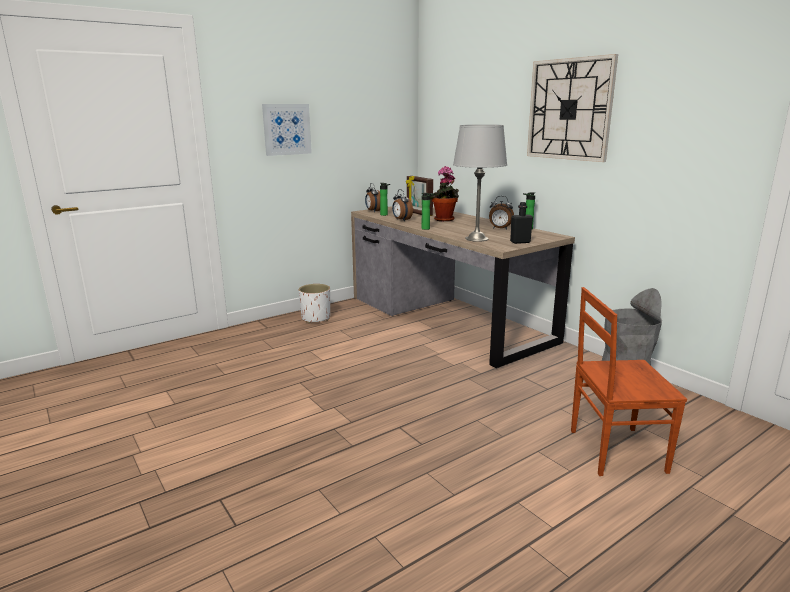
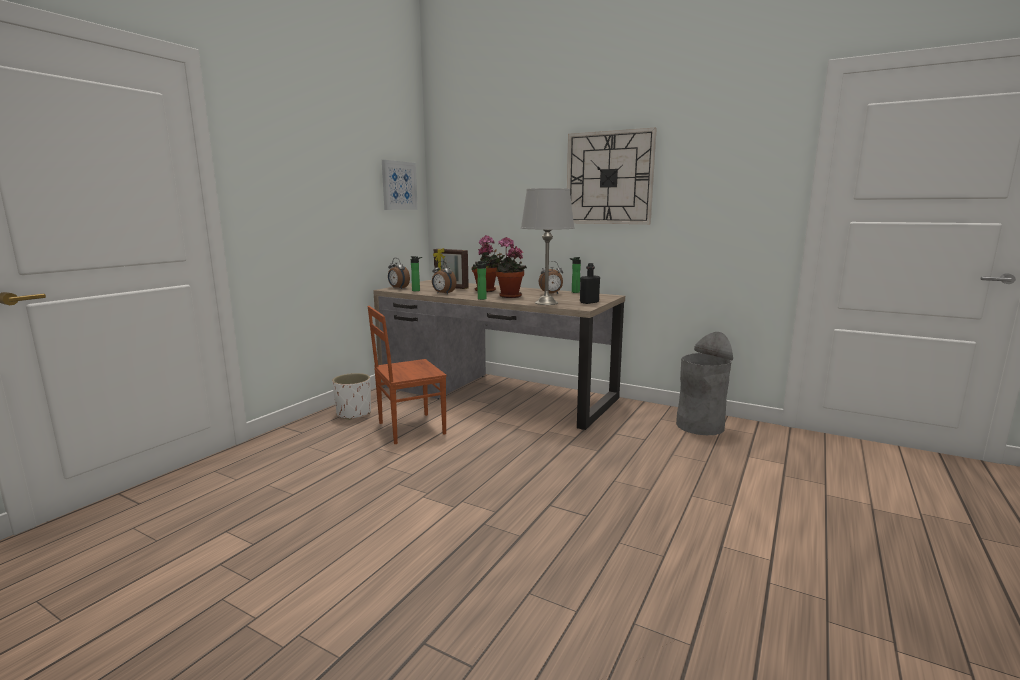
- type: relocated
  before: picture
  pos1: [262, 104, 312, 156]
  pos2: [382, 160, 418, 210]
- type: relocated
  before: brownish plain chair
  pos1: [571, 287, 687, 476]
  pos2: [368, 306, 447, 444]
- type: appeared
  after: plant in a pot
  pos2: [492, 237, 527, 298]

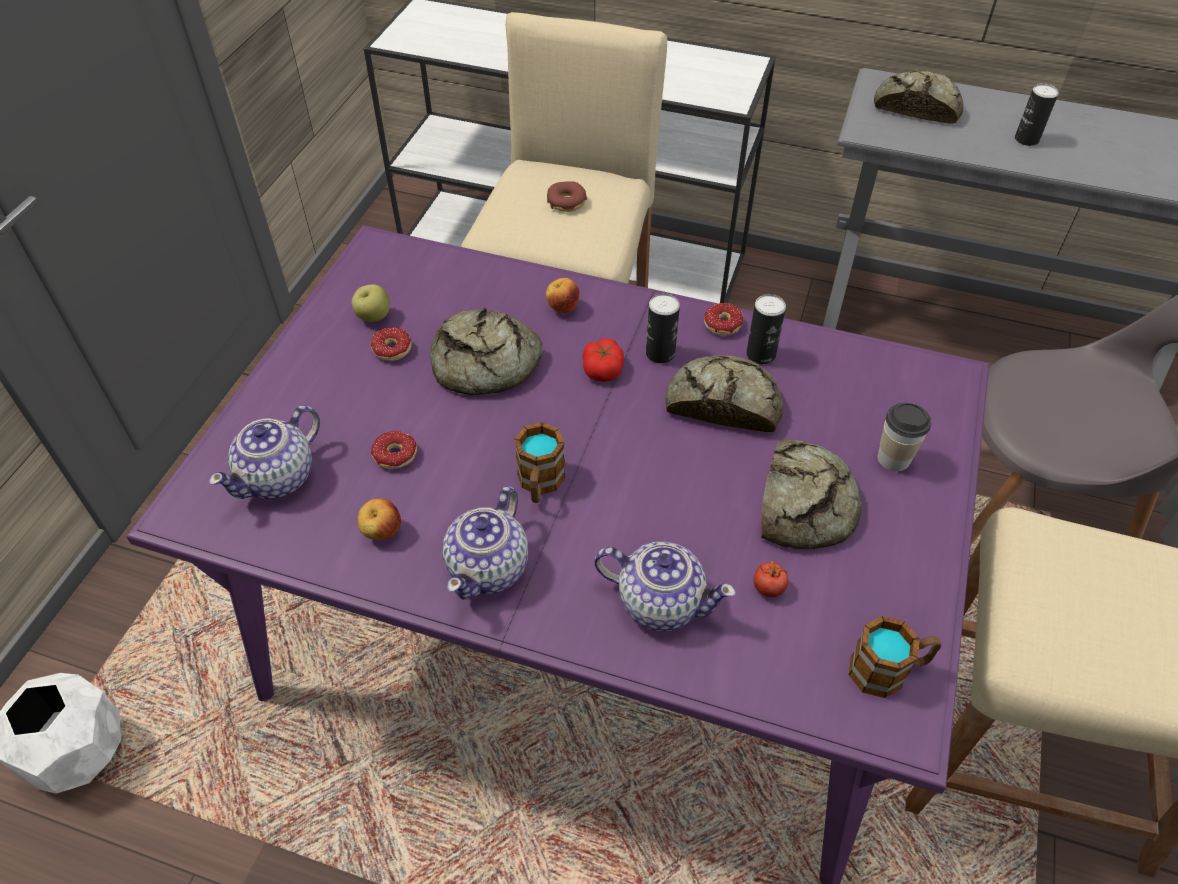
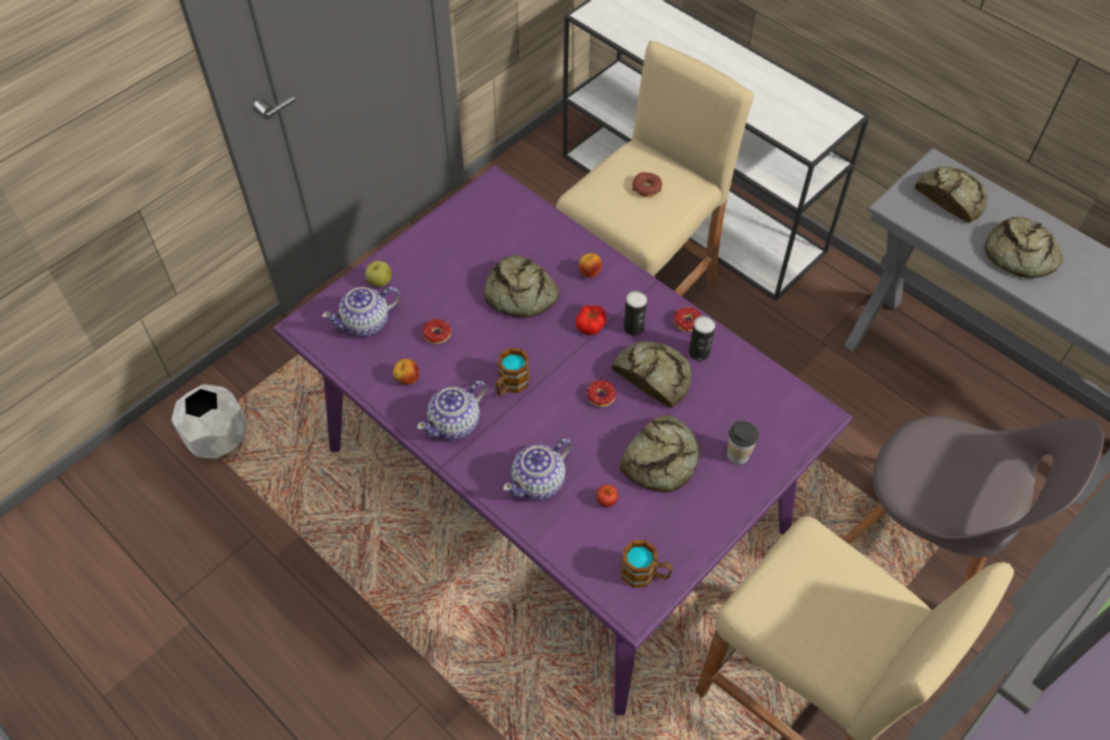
- type: exchanged
  before: can
  after: bread
  pos1: [1015, 84, 1059, 146]
  pos2: [985, 217, 1063, 278]
- type: relocated
  before: apple fruit
  pos1: [352, 284, 390, 322]
  pos2: [365, 261, 392, 287]
- type: relocated
  before: donut
  pos1: [370, 327, 412, 361]
  pos2: [587, 380, 616, 407]
- type: spun
  before: teapot
  pos1: [594, 542, 736, 631]
  pos2: [503, 438, 572, 500]
  turn: 90

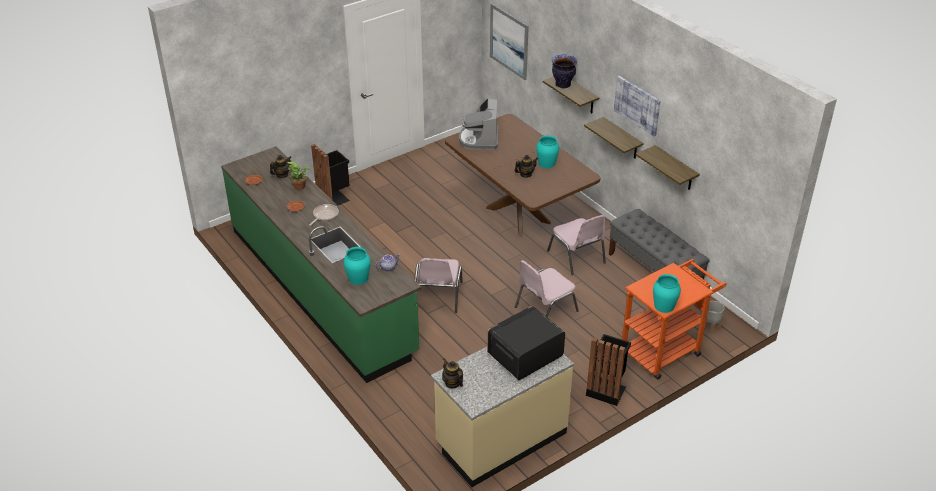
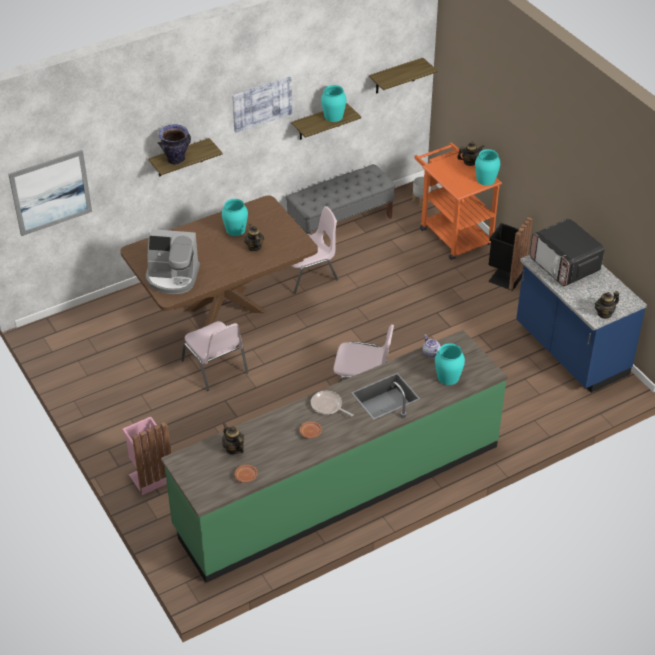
- type: relocated
  before: wall shelf
  pos1: [584, 117, 644, 159]
  pos2: [369, 58, 438, 94]
- type: colour
  before: black trash can
  after: pink-coloured trash can
  pos1: [311, 144, 350, 205]
  pos2: [122, 417, 171, 495]
- type: missing
  before: plant in a pot
  pos1: [287, 162, 310, 190]
- type: relocated
  before: pink-coloured plain chair
  pos1: [515, 260, 579, 318]
  pos2: [181, 321, 248, 391]
- type: colour
  before: sand-coloured kitchen counter
  after: blue-coloured kitchen counter
  pos1: [431, 347, 574, 487]
  pos2: [516, 255, 647, 393]
- type: appeared
  after: turquoise vase
  pos2: [321, 85, 346, 122]
- type: appeared
  after: teapot
  pos2: [457, 142, 484, 166]

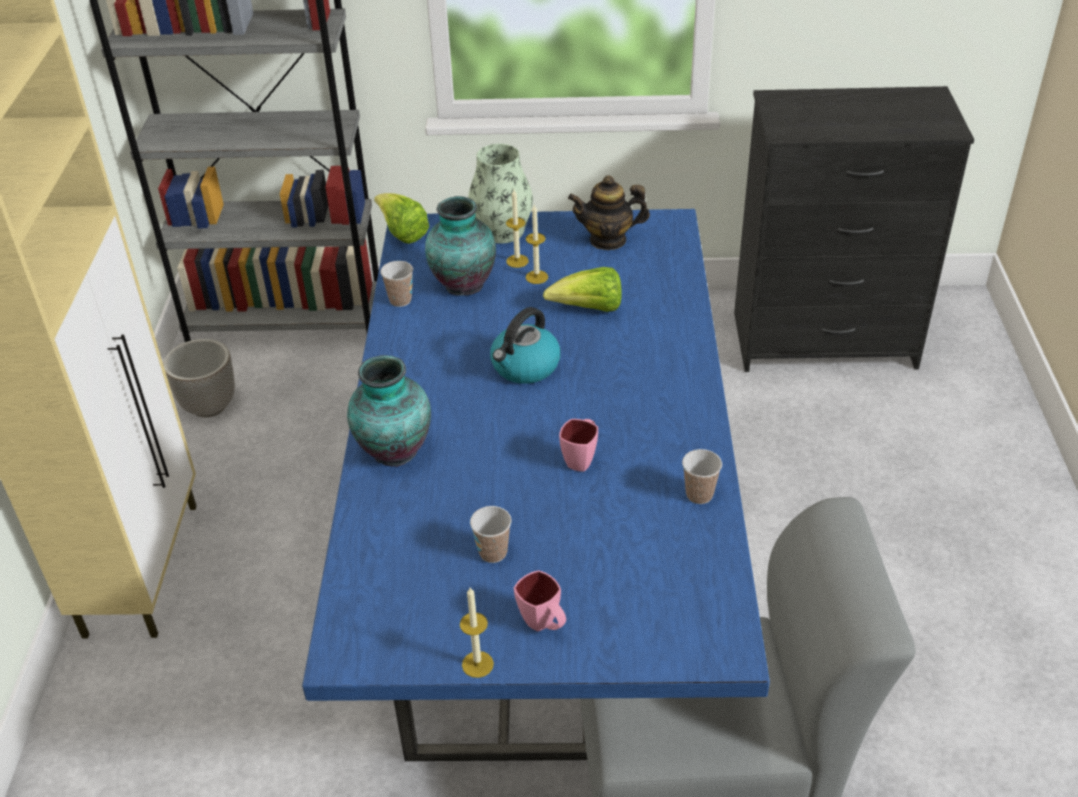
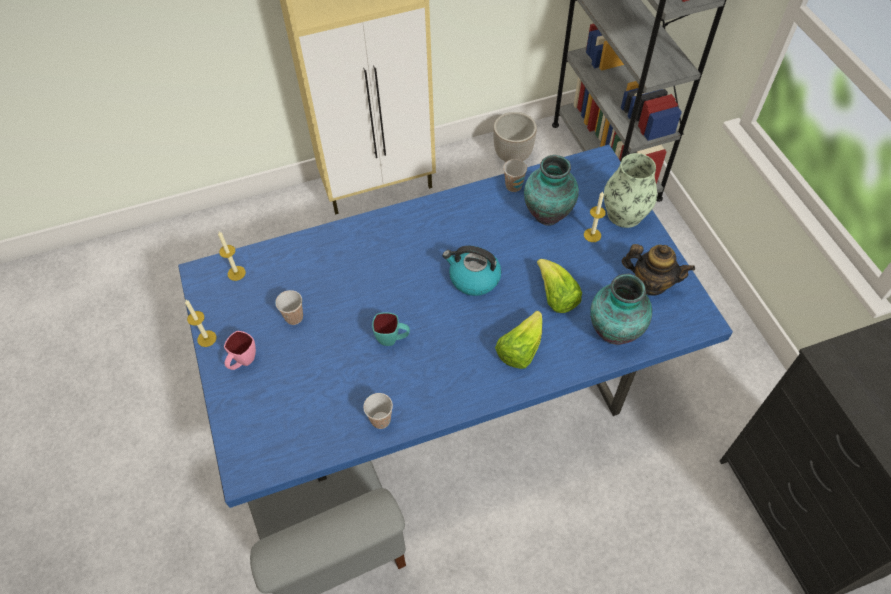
- type: spun
  before: teapot
  pos1: [568, 175, 650, 250]
  pos2: [622, 244, 695, 296]
  turn: 135
- type: relocated
  before: lettuce head
  pos1: [374, 193, 429, 244]
  pos2: [495, 311, 542, 369]
- type: relocated
  before: wax candle
  pos1: [526, 204, 548, 284]
  pos2: [218, 232, 246, 281]
- type: relocated
  before: vase
  pos1: [347, 355, 431, 467]
  pos2: [590, 274, 652, 345]
- type: colour
  before: pink-coloured tea mug
  after: turquoise tea mug
  pos1: [559, 419, 598, 471]
  pos2: [372, 312, 410, 346]

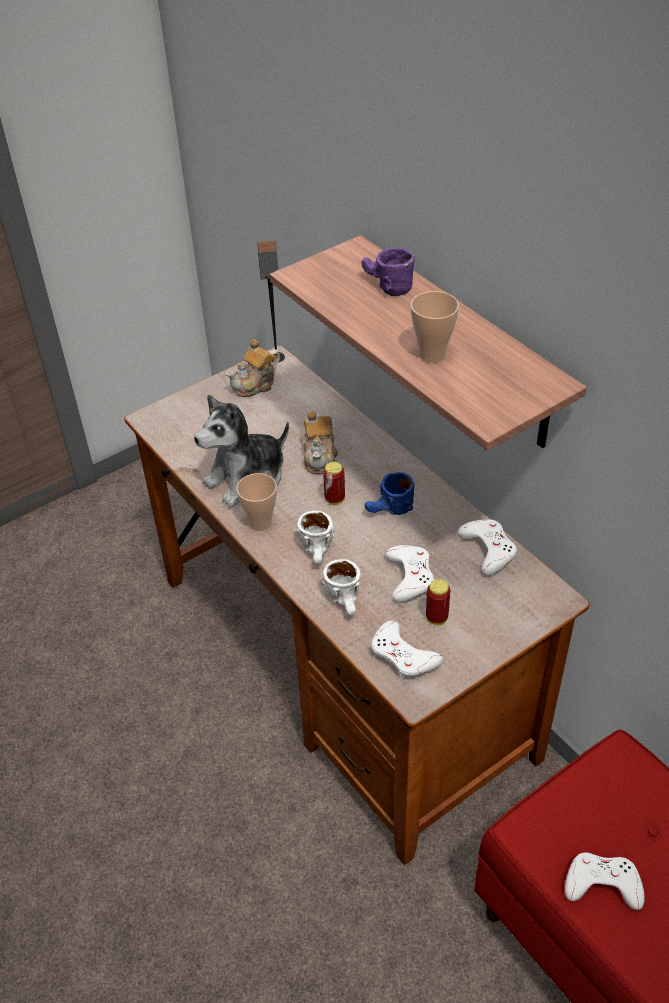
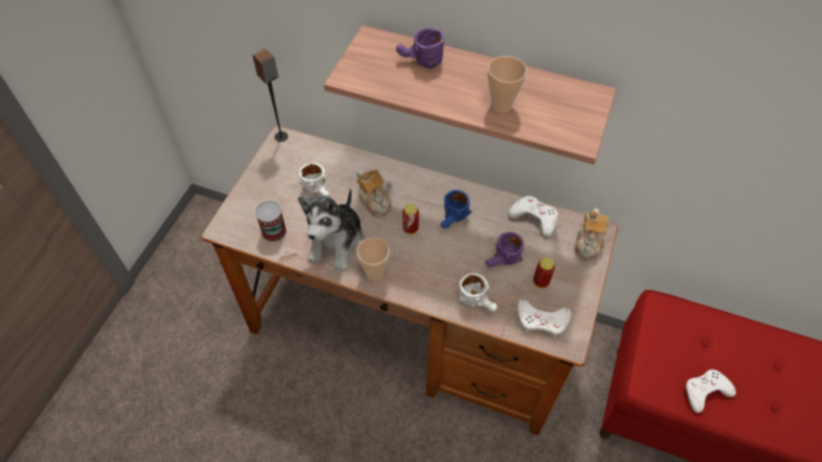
- type: relocated
  before: teapot
  pos1: [226, 339, 280, 397]
  pos2: [575, 208, 609, 261]
- type: relocated
  before: white tea mug
  pos1: [297, 510, 335, 564]
  pos2: [299, 163, 329, 197]
- type: exchanged
  before: white gamepad
  after: purple tea mug
  pos1: [386, 545, 434, 603]
  pos2: [485, 232, 524, 267]
- type: appeared
  after: can
  pos2: [255, 201, 287, 242]

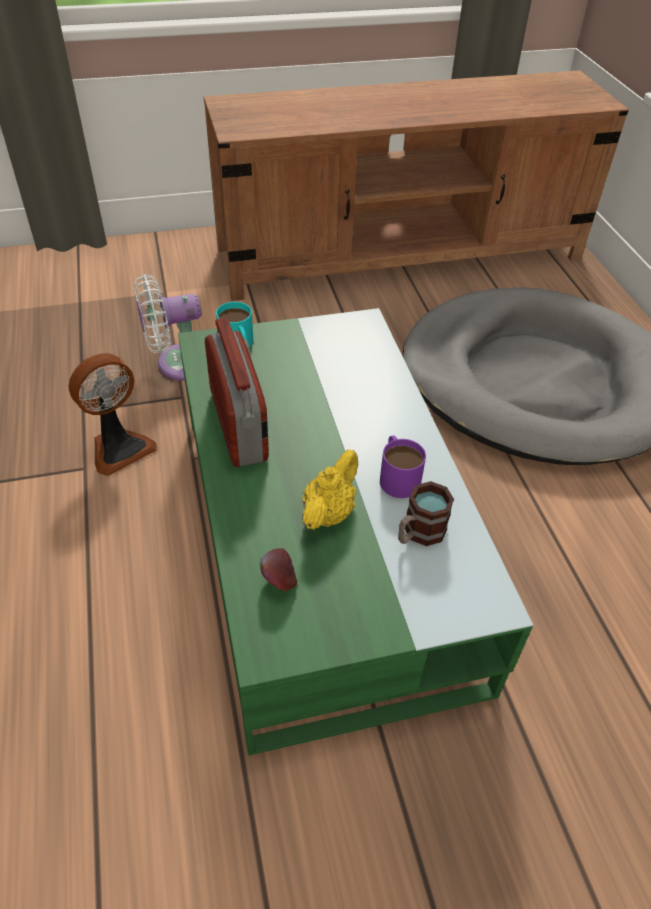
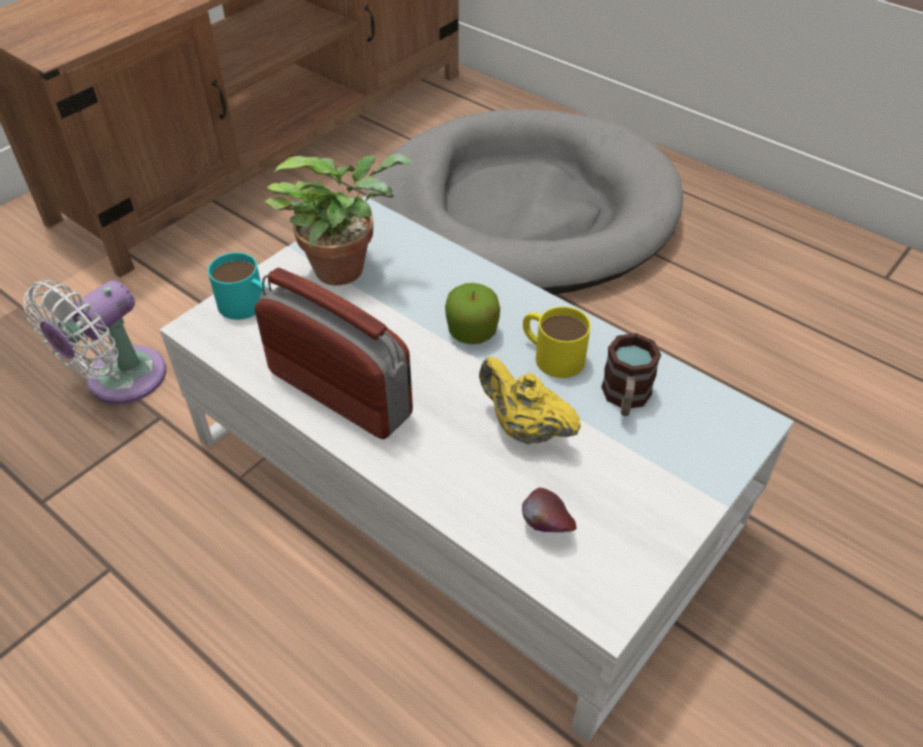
- type: colour
  before: green-coloured coffee table
  after: white coffee table
  pos1: [178, 308, 533, 755]
  pos2: [160, 196, 794, 743]
- type: missing
  before: fan
  pos1: [68, 353, 157, 476]
- type: colour
  before: purple tea mug
  after: yellow-coloured tea mug
  pos1: [380, 436, 426, 498]
  pos2: [523, 307, 591, 378]
- type: spun
  before: yellow-coloured teapot
  pos1: [302, 449, 358, 530]
  pos2: [479, 357, 581, 445]
  turn: -45
- type: appeared
  after: plant in a pot
  pos2: [265, 154, 413, 286]
- type: appeared
  after: apple fruit
  pos2: [445, 283, 500, 344]

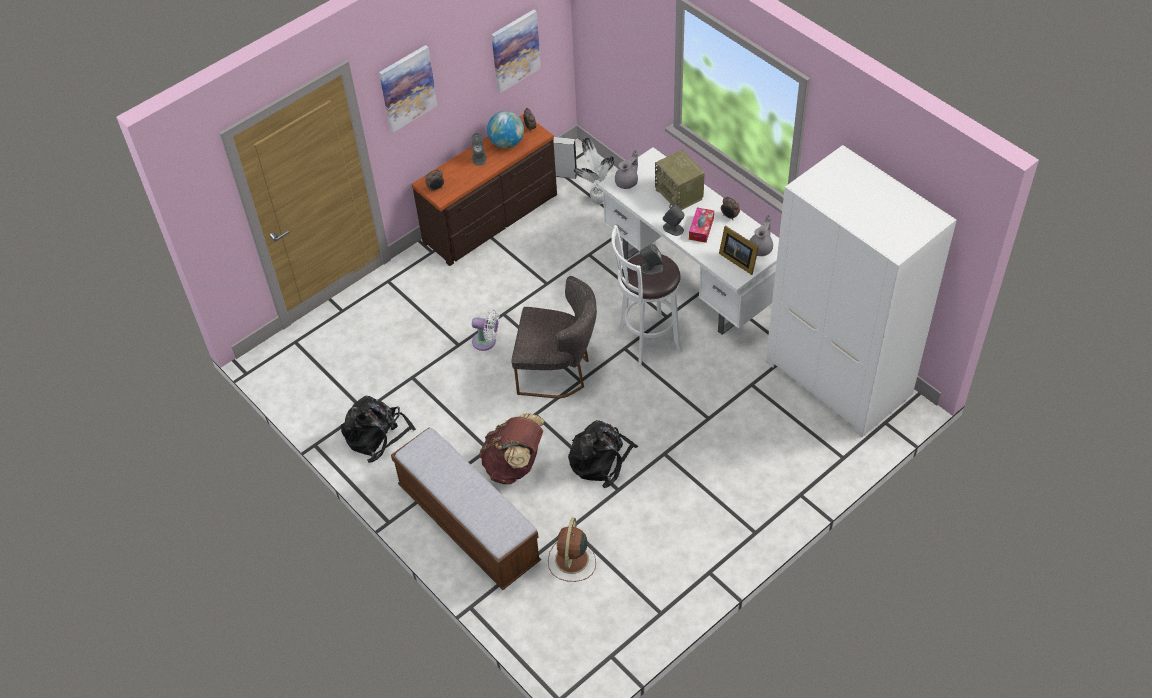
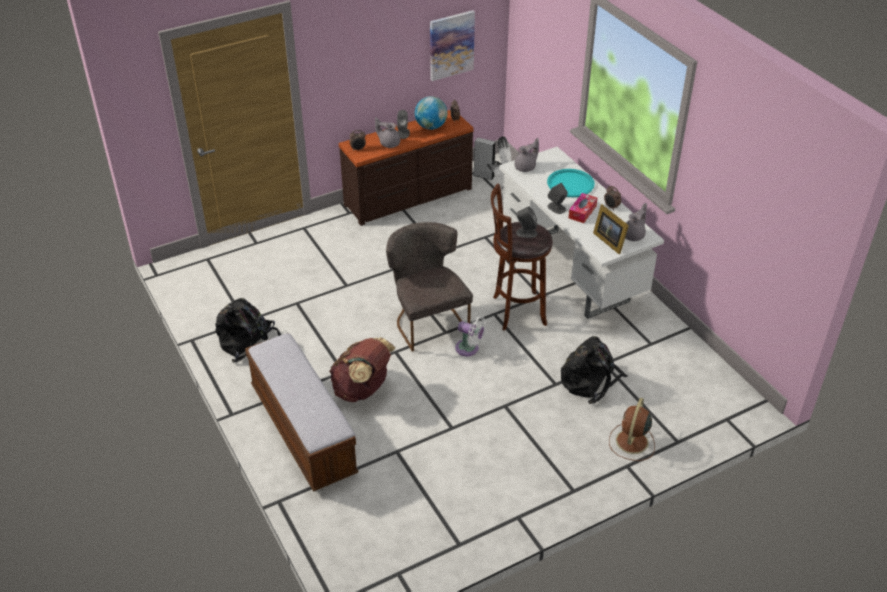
- type: missing
  before: picture
  pos1: [379, 45, 437, 132]
- type: missing
  before: white armoire
  pos1: [766, 145, 956, 437]
- type: exchanged
  before: radio receiver
  after: turquoise serving tray
  pos1: [655, 150, 705, 210]
  pos2: [547, 169, 595, 197]
- type: colour
  before: white sitting stool
  after: brownish sitting stool
  pos1: [611, 225, 683, 366]
  pos2: [491, 184, 553, 331]
- type: spun
  before: greyish plain chair
  pos1: [511, 276, 597, 398]
  pos2: [386, 222, 473, 352]
  turn: -135
- type: relocated
  before: white fan
  pos1: [472, 309, 500, 351]
  pos2: [455, 316, 486, 356]
- type: relocated
  before: black knapsack
  pos1: [568, 420, 638, 488]
  pos2: [561, 336, 627, 404]
- type: relocated
  before: brownish fan
  pos1: [548, 517, 596, 582]
  pos2: [609, 398, 655, 461]
- type: appeared
  after: greyish teapot
  pos2: [375, 117, 400, 148]

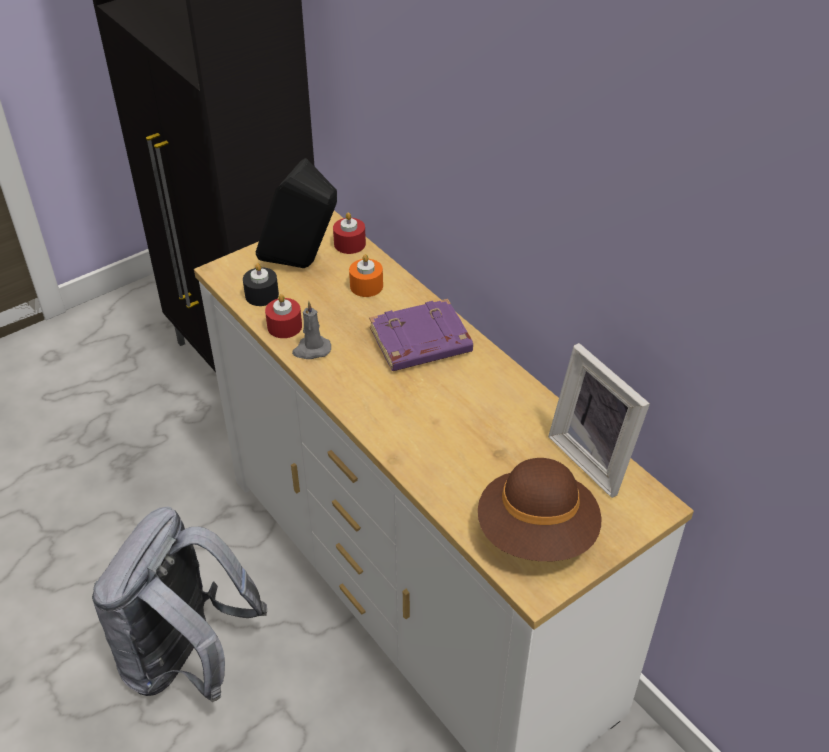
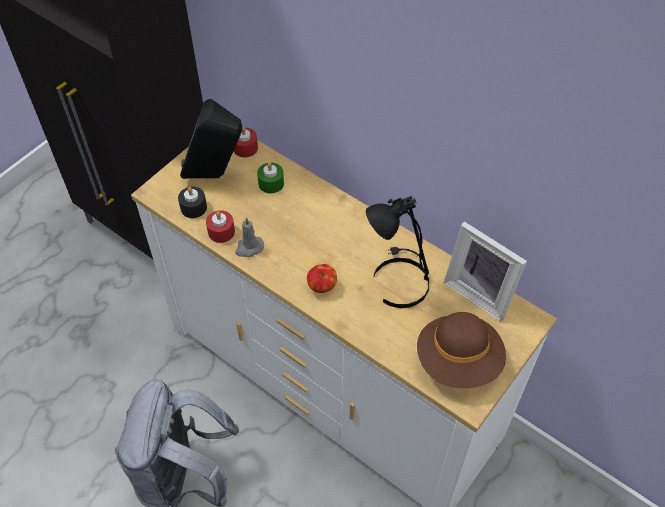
- type: colour
  before: orange wax candle
  after: green-coloured wax candle
  pos1: [349, 254, 383, 297]
  pos2: [257, 162, 284, 193]
- type: missing
  before: purple volume
  pos1: [369, 299, 473, 371]
- type: appeared
  after: black tabletop lamp
  pos2: [366, 196, 429, 308]
- type: appeared
  after: apple fruit
  pos2: [307, 264, 337, 293]

